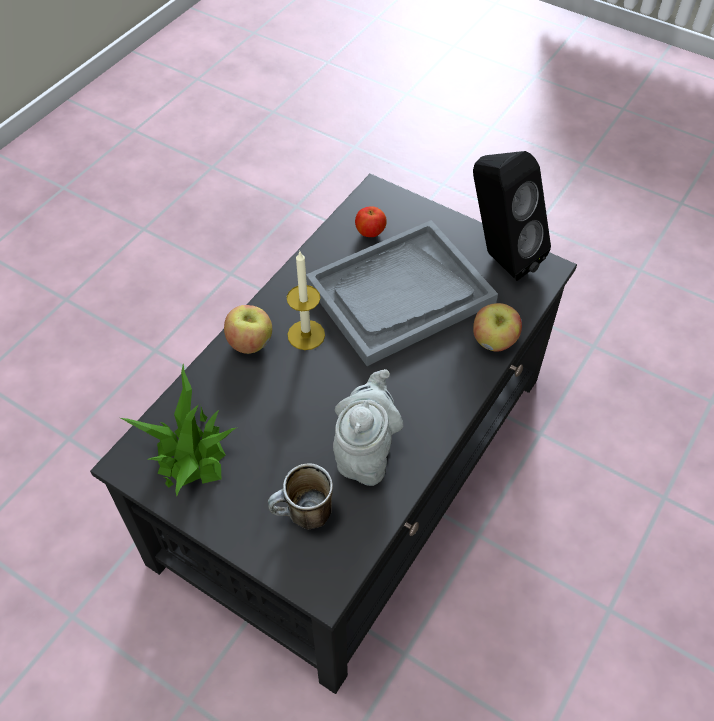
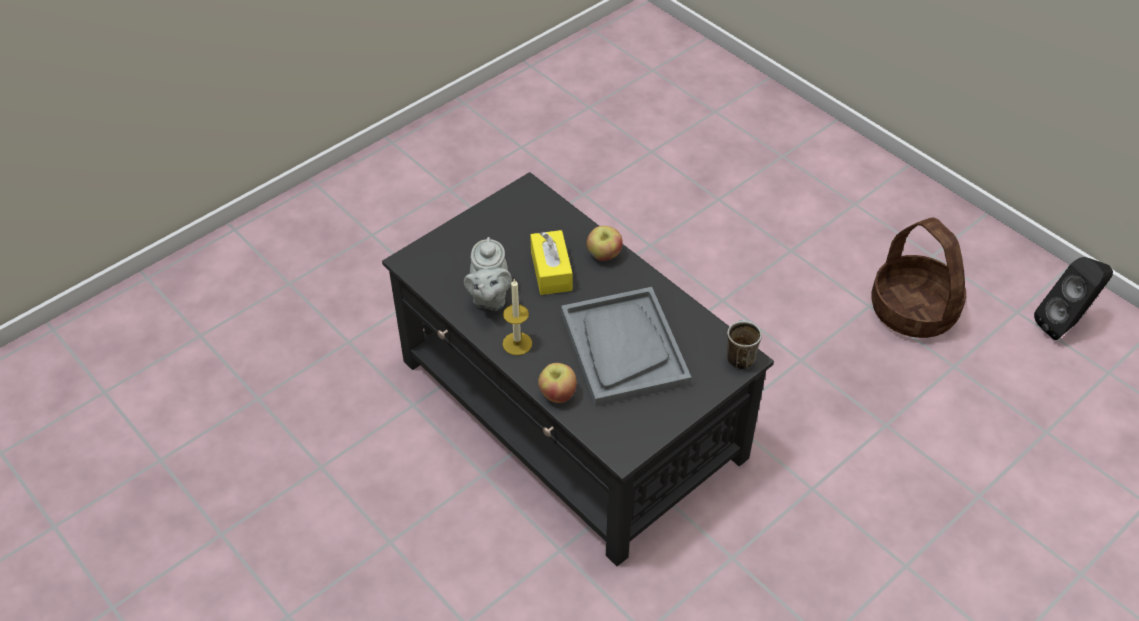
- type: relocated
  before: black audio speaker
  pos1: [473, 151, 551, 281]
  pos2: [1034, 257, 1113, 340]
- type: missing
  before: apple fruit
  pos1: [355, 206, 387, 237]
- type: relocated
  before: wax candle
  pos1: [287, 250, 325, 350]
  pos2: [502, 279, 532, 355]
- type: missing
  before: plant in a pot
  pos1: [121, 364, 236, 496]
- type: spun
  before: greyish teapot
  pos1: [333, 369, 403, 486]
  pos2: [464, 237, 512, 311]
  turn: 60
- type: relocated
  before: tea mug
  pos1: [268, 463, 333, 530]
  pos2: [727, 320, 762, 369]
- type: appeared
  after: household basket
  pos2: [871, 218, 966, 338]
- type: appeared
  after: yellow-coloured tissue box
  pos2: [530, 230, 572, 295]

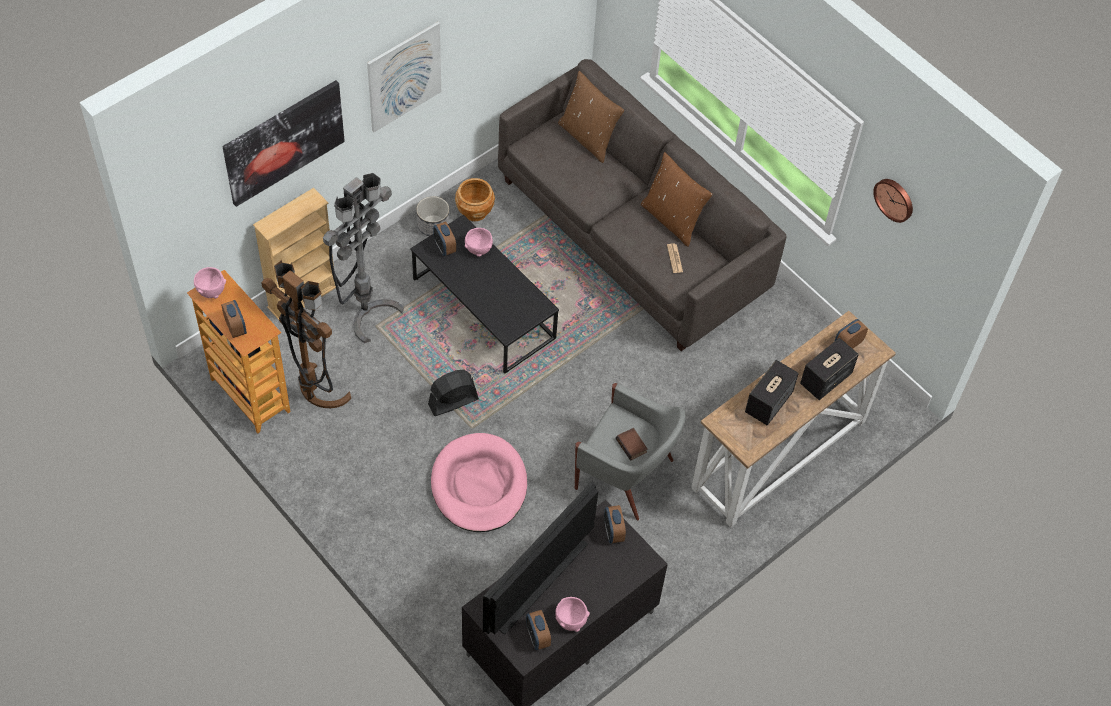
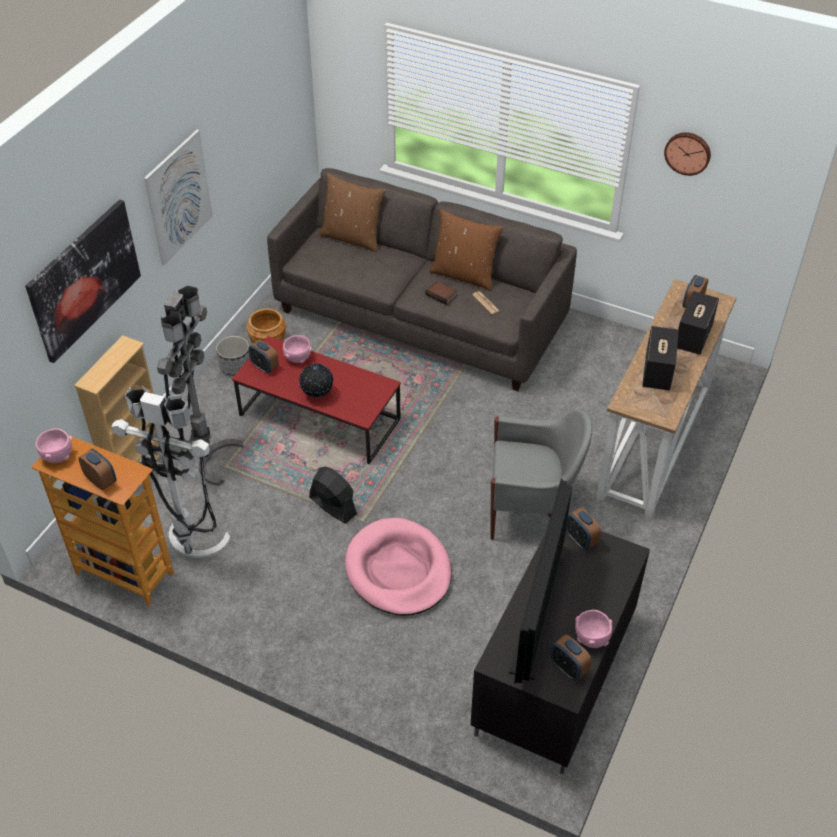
- type: colour
  before: black coffee table
  after: red coffee table
  pos1: [410, 215, 559, 373]
  pos2: [232, 336, 401, 464]
- type: colour
  before: brownish standing lamp
  after: white standing lamp
  pos1: [262, 260, 351, 408]
  pos2: [112, 385, 231, 558]
- type: spun
  before: black fan
  pos1: [428, 370, 479, 416]
  pos2: [309, 467, 357, 524]
  turn: 90
- type: relocated
  before: volume
  pos1: [616, 428, 648, 461]
  pos2: [425, 281, 457, 305]
- type: appeared
  after: desk globe
  pos2: [299, 363, 334, 397]

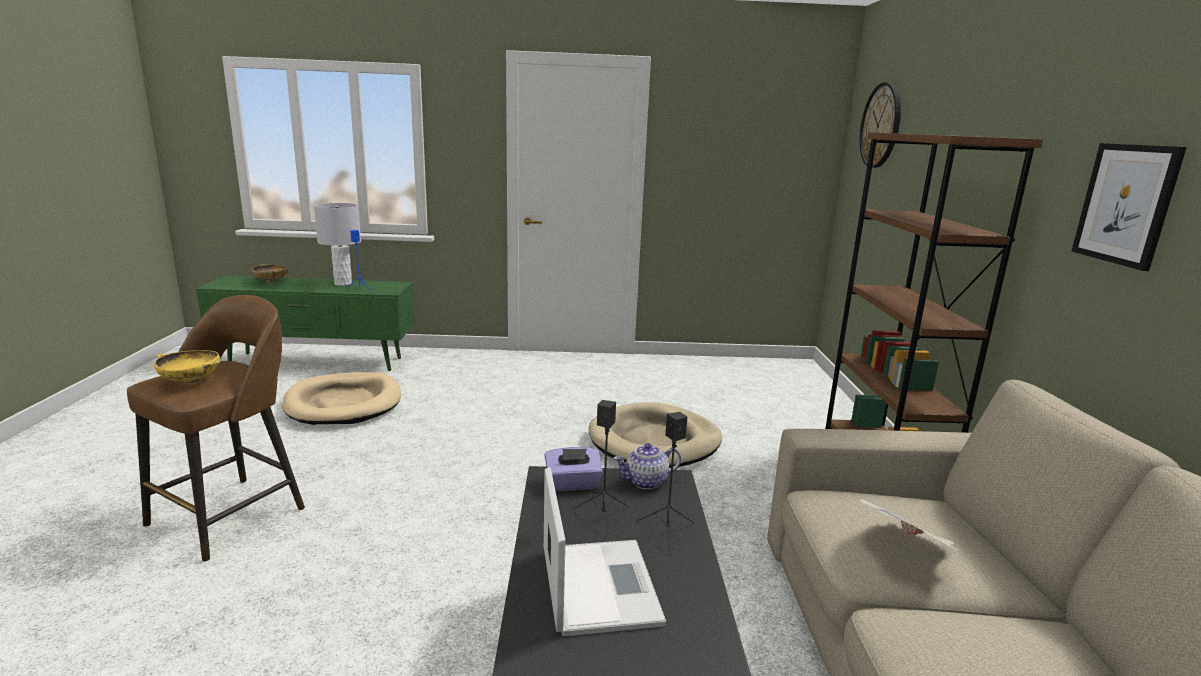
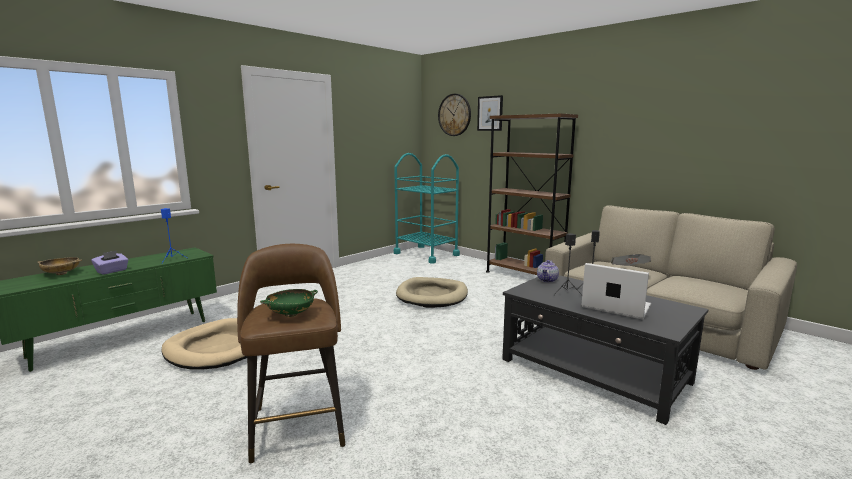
- type: relocated
  before: picture
  pos1: [1071, 143, 1187, 271]
  pos2: [477, 95, 503, 131]
- type: missing
  before: greyish tabletop lamp
  pos1: [314, 203, 361, 286]
- type: colour
  before: yellow-coloured bowl
  after: green-coloured bowl
  pos1: [154, 350, 220, 384]
  pos2: [260, 289, 318, 317]
- type: relocated
  before: purple tissue box
  pos1: [545, 447, 603, 491]
  pos2: [91, 250, 129, 275]
- type: appeared
  after: turquoise wheeled cart
  pos2: [394, 153, 460, 264]

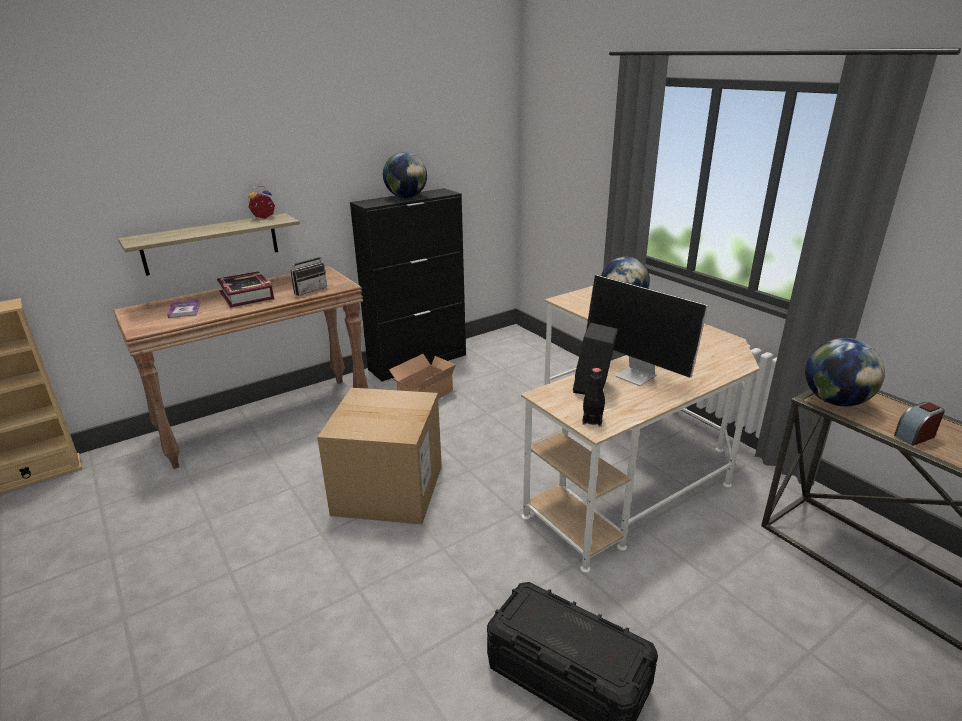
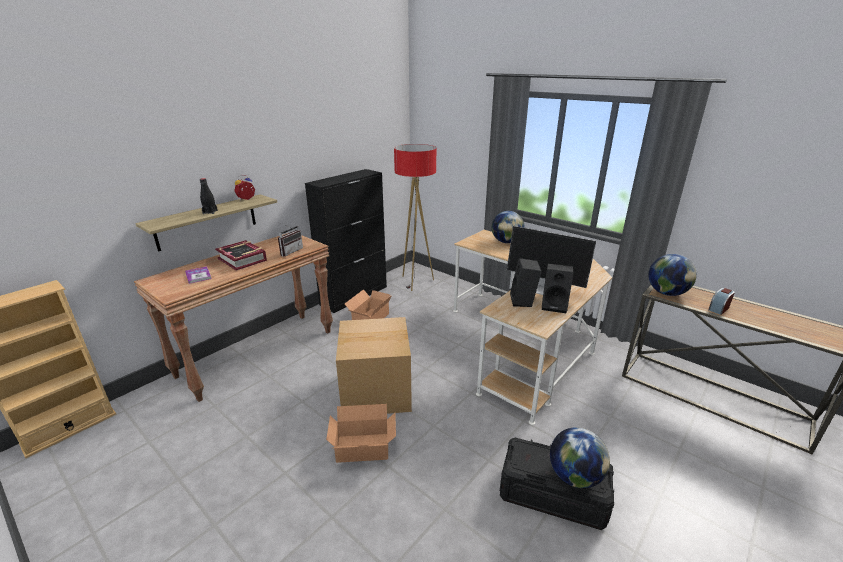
- type: relocated
  before: desk globe
  pos1: [383, 152, 427, 198]
  pos2: [550, 427, 610, 488]
- type: relocated
  before: black drink bottle
  pos1: [583, 368, 605, 426]
  pos2: [200, 178, 218, 214]
- type: appeared
  after: standing lamp
  pos2: [394, 144, 436, 291]
- type: appeared
  after: black audio speaker
  pos2: [542, 263, 573, 313]
- type: appeared
  after: cardboard box
  pos2: [326, 404, 396, 463]

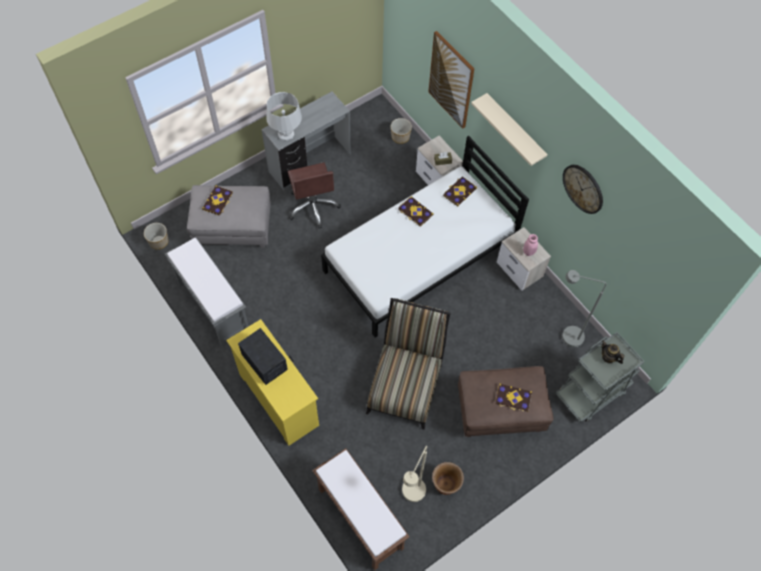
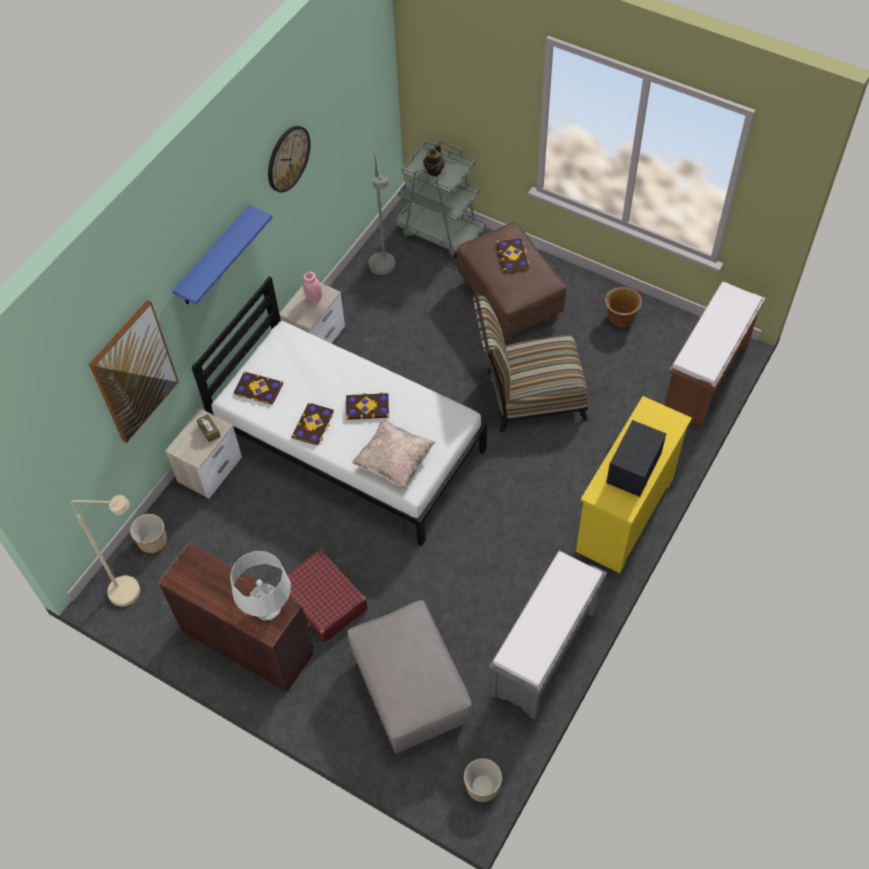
- type: colour
  before: greyish desk table
  after: brownish desk table
  pos1: [262, 91, 351, 190]
  pos2: [158, 543, 313, 692]
- type: colour
  before: sand-coloured wall shelf
  after: blue-coloured wall shelf
  pos1: [471, 93, 548, 166]
  pos2: [172, 205, 272, 304]
- type: exchanged
  before: brownish office chair
  after: red piece of luggage
  pos1: [288, 162, 341, 228]
  pos2: [277, 550, 367, 643]
- type: relocated
  before: volume
  pos1: [202, 185, 233, 216]
  pos2: [346, 392, 389, 420]
- type: relocated
  before: sand-coloured standing lamp
  pos1: [402, 446, 427, 502]
  pos2: [71, 495, 140, 606]
- type: appeared
  after: sand-coloured pillow
  pos2: [352, 419, 435, 490]

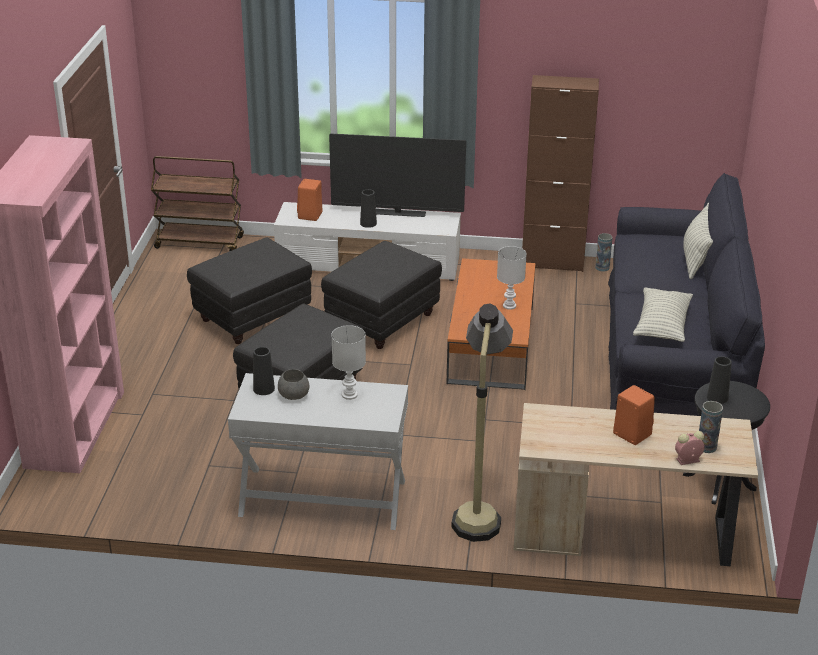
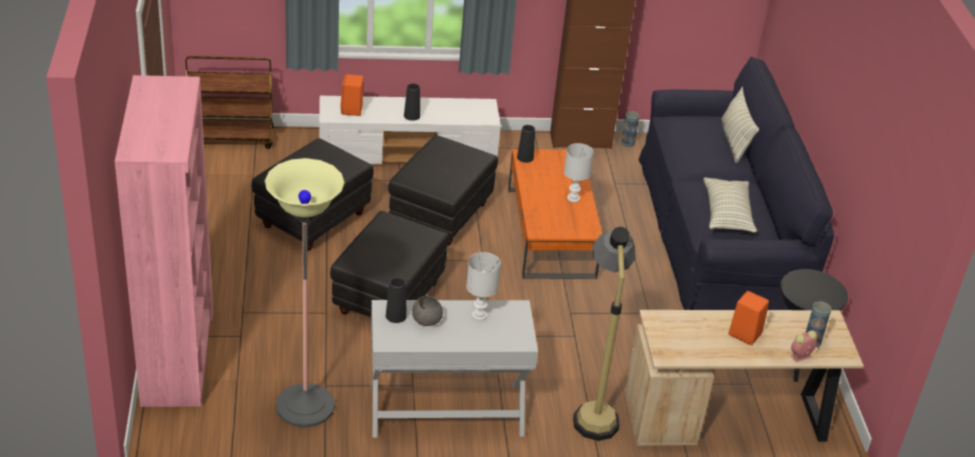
- type: missing
  before: TV set
  pos1: [329, 133, 466, 217]
- type: relocated
  before: black vase
  pos1: [707, 356, 732, 404]
  pos2: [517, 125, 535, 163]
- type: appeared
  after: standing lamp
  pos2: [265, 158, 345, 428]

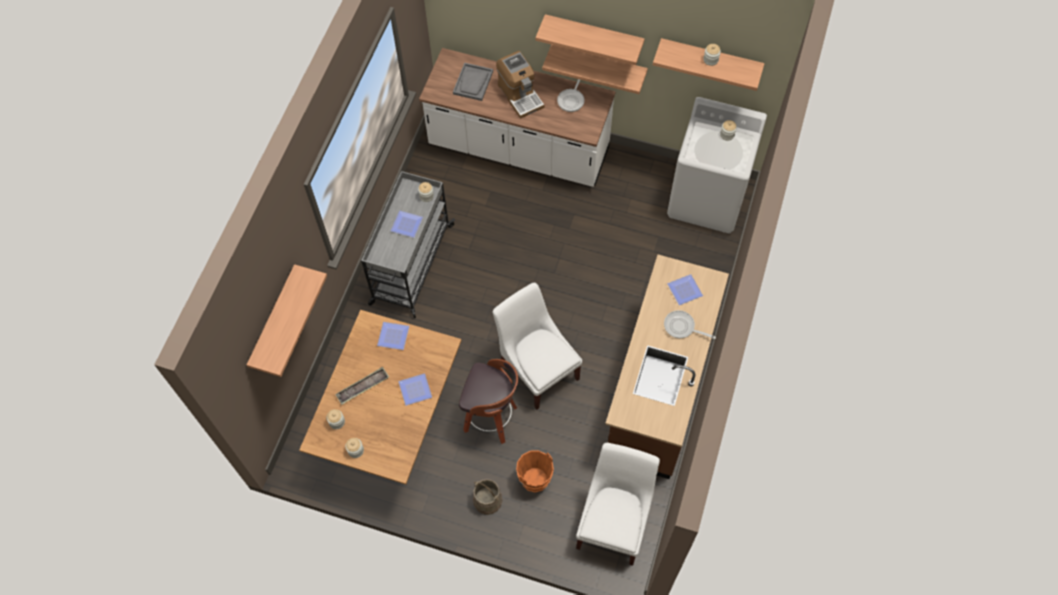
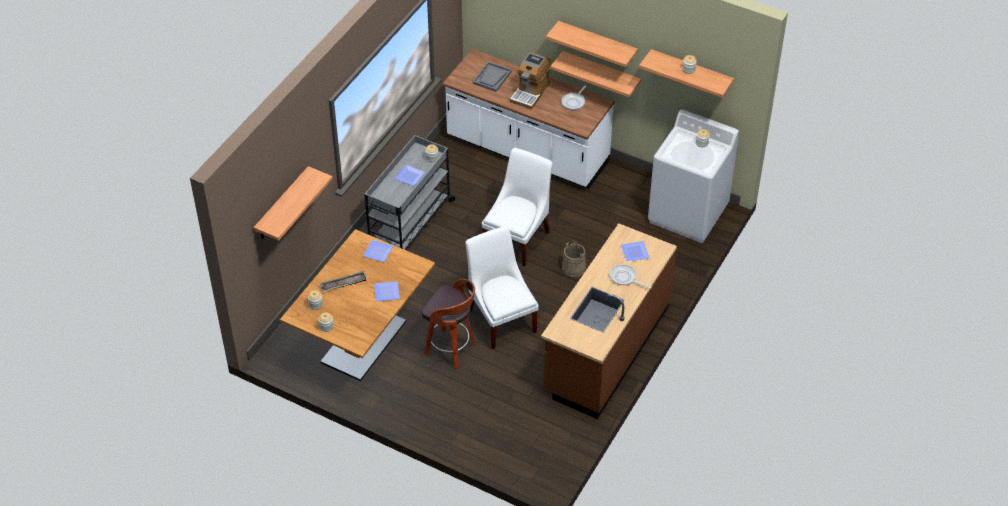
- type: spun
  before: coffee machine
  pos1: [496, 51, 544, 119]
  pos2: [510, 52, 551, 110]
  turn: 45
- type: relocated
  before: white plain chair
  pos1: [576, 443, 660, 566]
  pos2: [482, 148, 553, 267]
- type: missing
  before: orange pail
  pos1: [516, 451, 554, 492]
- type: relocated
  before: sand-coloured pail
  pos1: [473, 479, 502, 515]
  pos2: [562, 240, 586, 277]

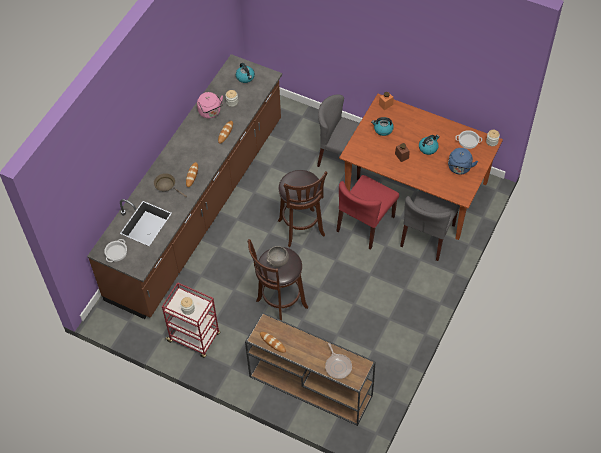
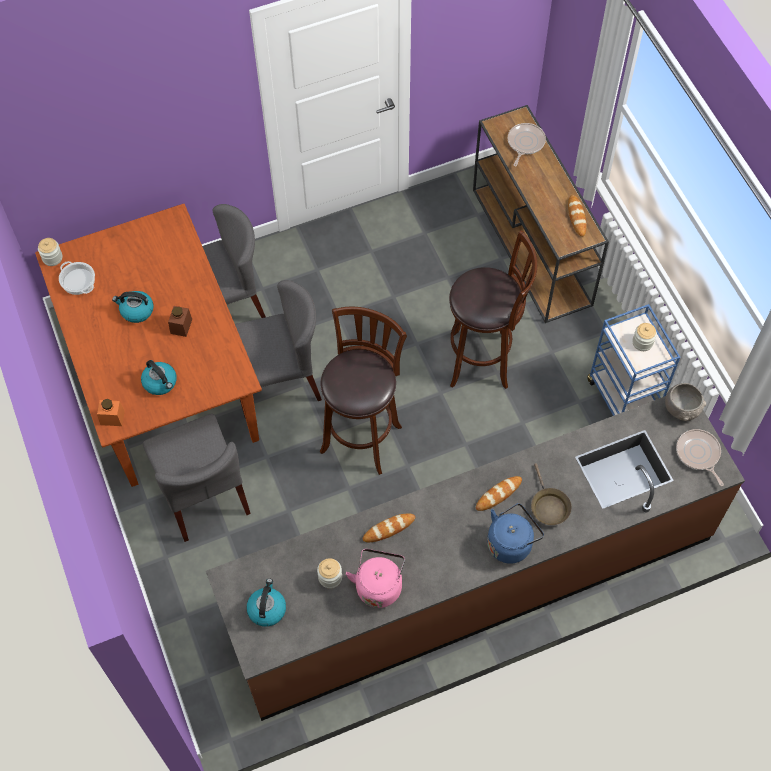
- type: relocated
  before: blue-coloured kettle
  pos1: [448, 148, 478, 174]
  pos2: [487, 503, 544, 564]
- type: colour
  before: red plain chair
  after: greyish plain chair
  pos1: [336, 175, 399, 250]
  pos2: [235, 280, 322, 416]
- type: exchanged
  before: stockpot
  after: skillet
  pos1: [104, 239, 127, 262]
  pos2: [676, 429, 724, 486]
- type: relocated
  before: greyish bowl
  pos1: [267, 246, 289, 267]
  pos2: [665, 383, 706, 421]
- type: colour
  before: red wheeled cart
  after: blue-coloured wheeled cart
  pos1: [162, 282, 220, 358]
  pos2: [587, 304, 680, 416]

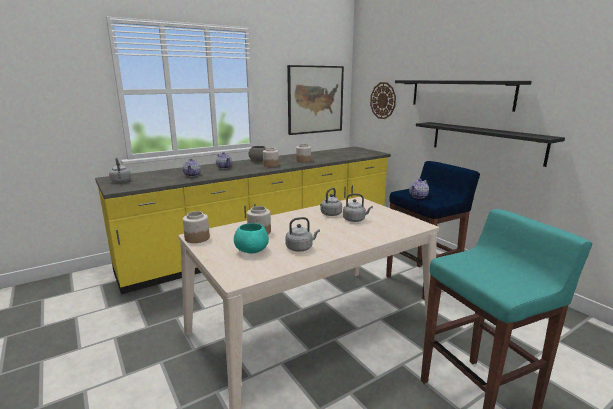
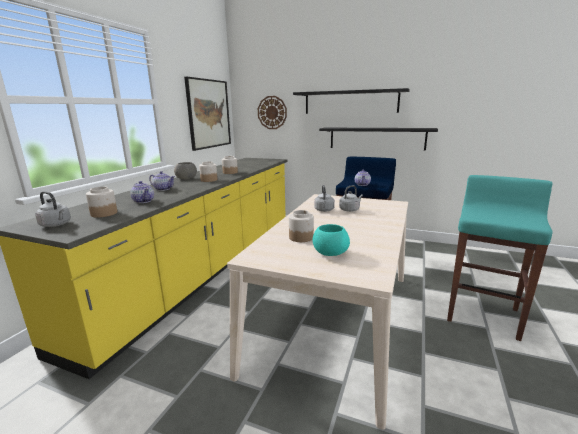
- type: relocated
  before: jar
  pos1: [183, 211, 210, 243]
  pos2: [86, 187, 117, 217]
- type: missing
  before: greyish kettle
  pos1: [285, 217, 320, 252]

